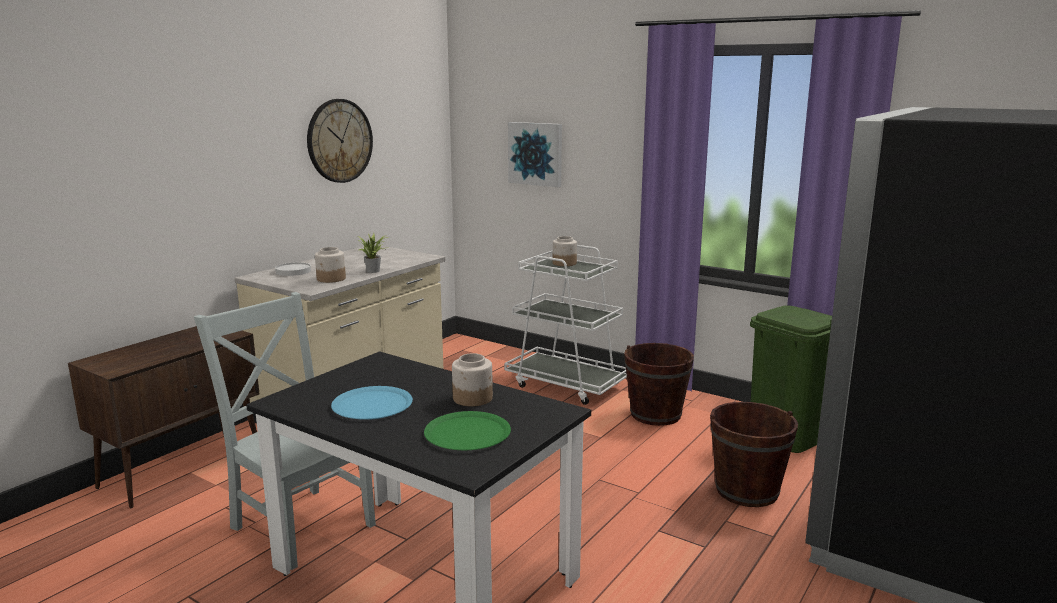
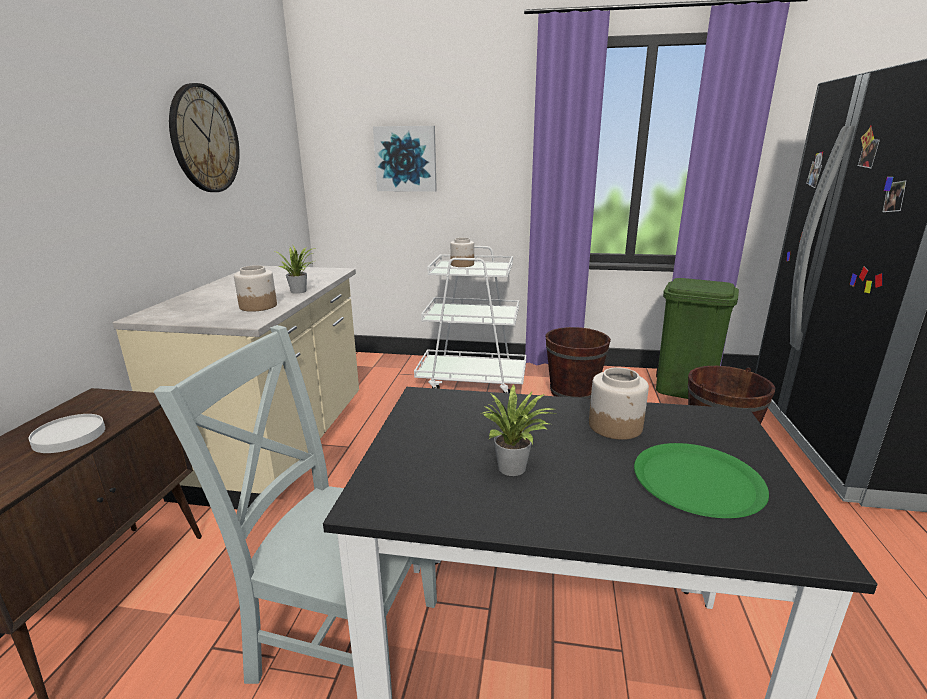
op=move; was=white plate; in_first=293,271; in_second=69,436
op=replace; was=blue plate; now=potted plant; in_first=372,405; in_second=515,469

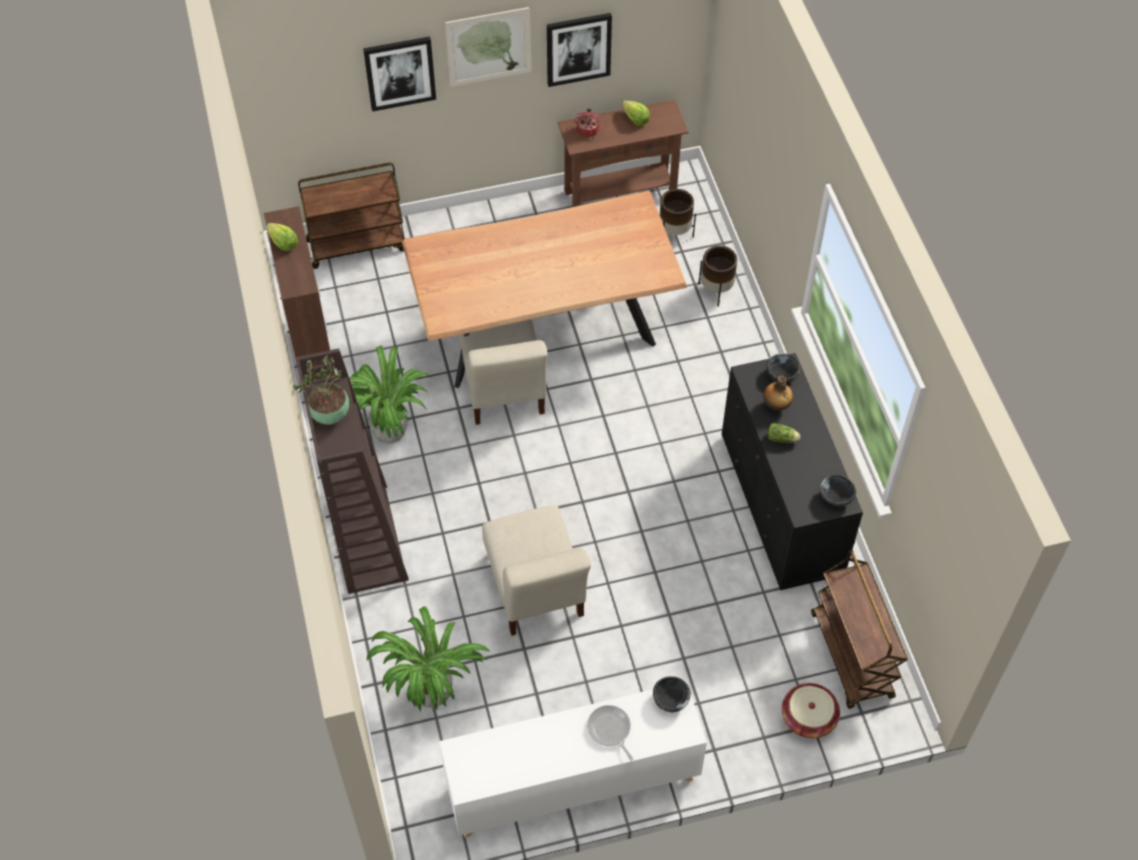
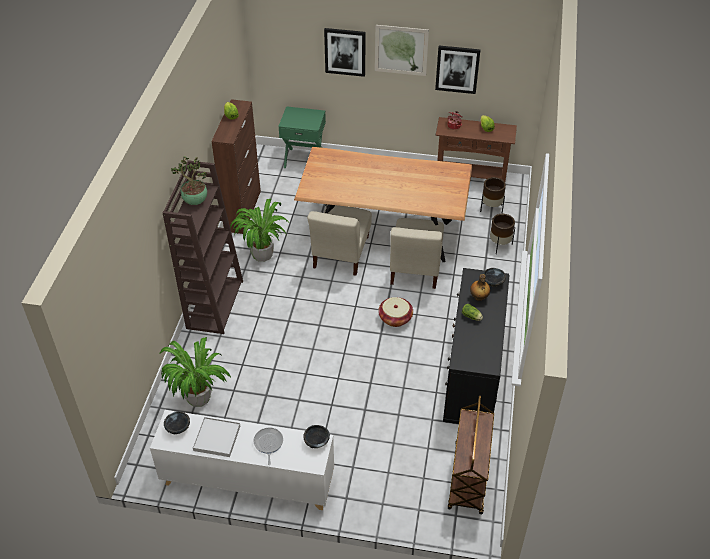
op=replace; was=brown cart; now=green nightstand; in_first=357,244; in_second=304,159
op=move; was=beige chair; in_first=535,590; in_second=415,268
op=move; was=basket; in_first=808,718; in_second=395,318
op=move; was=black bowl; in_first=836,497; in_second=178,428
op=insert; now=white tray; in_second=217,438

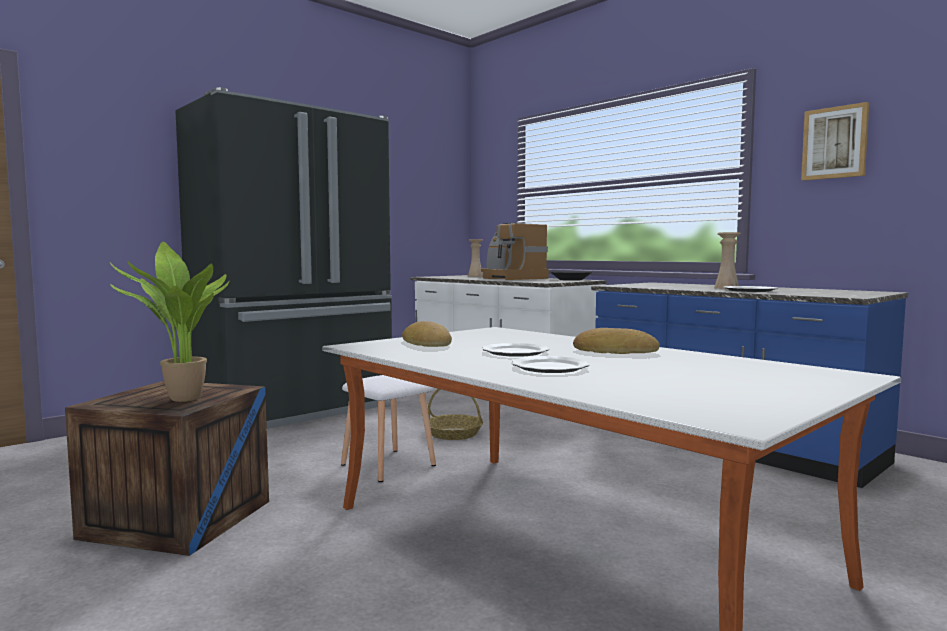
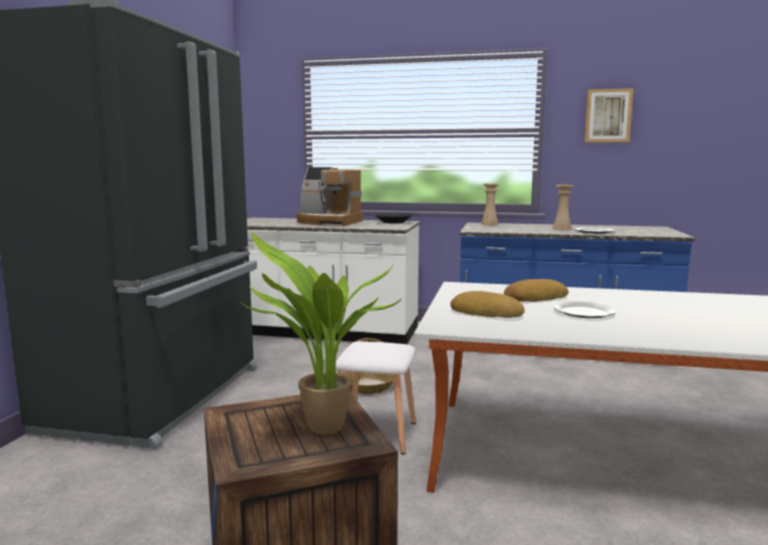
op=move; was=beige vase; in_first=475,276; in_second=489,224
op=delete; was=plate; in_first=549,367
op=move; was=bread; in_first=614,351; in_second=534,298

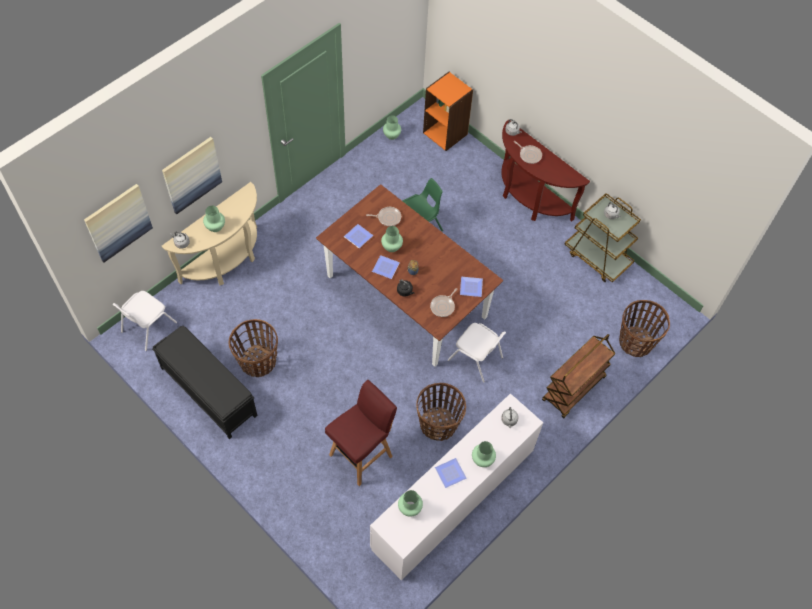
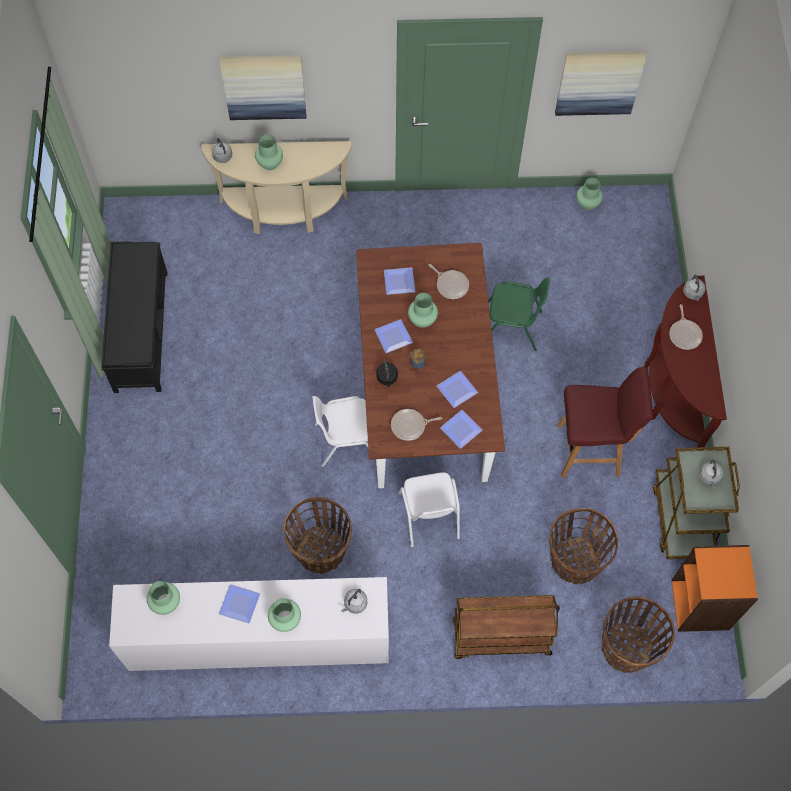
op=move; was=picture; in_first=118,222; in_second=599,82
op=move; was=white chair; in_first=147,327; in_second=345,440
op=move; was=basket; in_first=258,362; in_second=575,561
op=move; was=red stool; in_first=362,454; in_second=590,450
op=move; was=orange bookcase; in_first=445,133; in_second=701,605
op=insert; now=plate; in_second=456,391

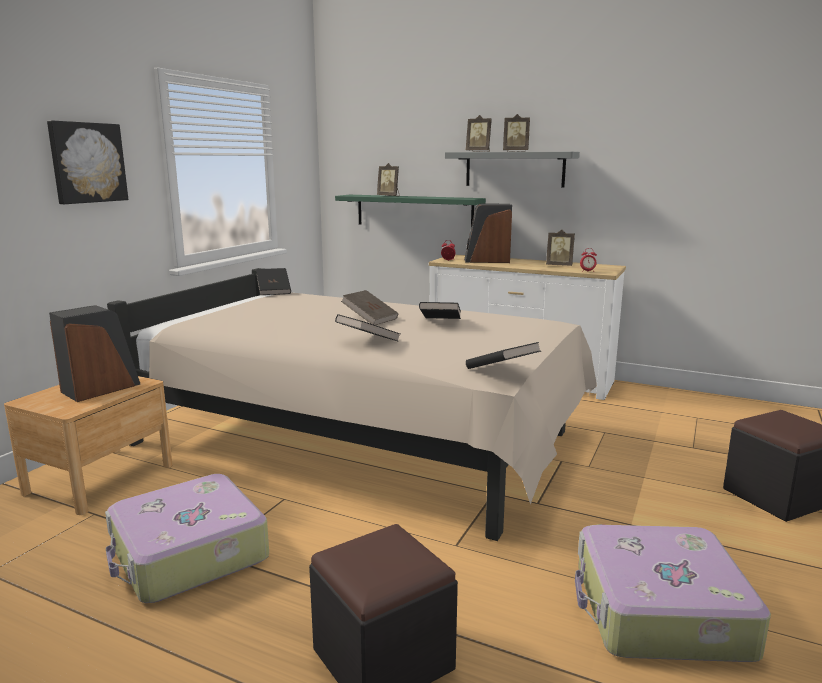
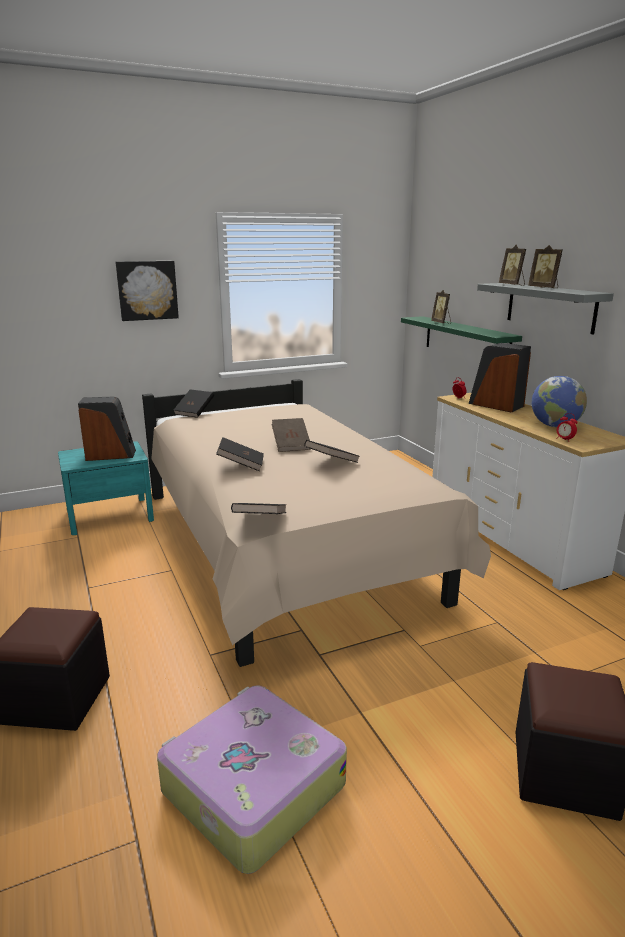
op=recolor; was=brown nightstand; now=turquoise nightstand; in_first=100,479; in_second=110,515
op=delete; was=suitcase; in_first=188,554
op=move; was=black book; in_first=274,291; in_second=194,412
op=replace; was=picture frame; now=globe; in_first=559,266; in_second=555,426

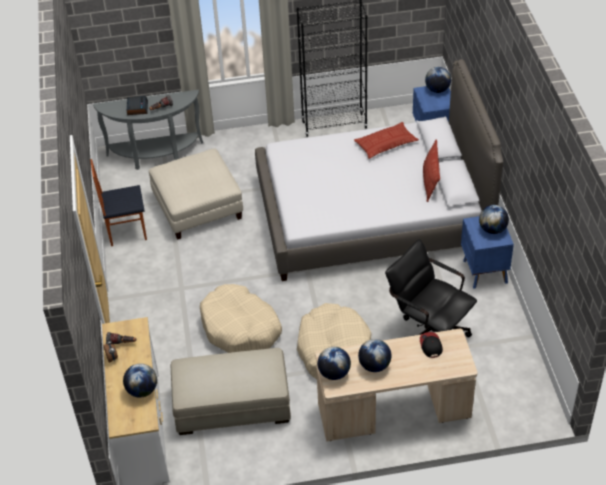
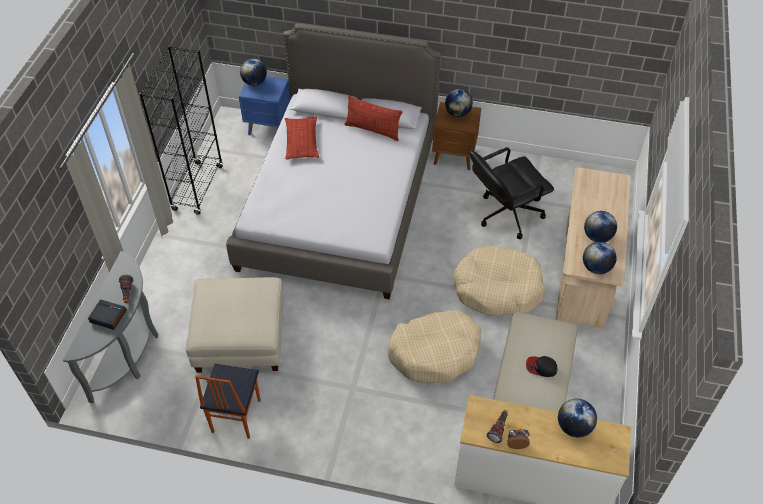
op=move; was=cap; in_first=430,345; in_second=541,367
op=recolor; was=blue nightstand; now=brown nightstand; in_first=484,272; in_second=455,157

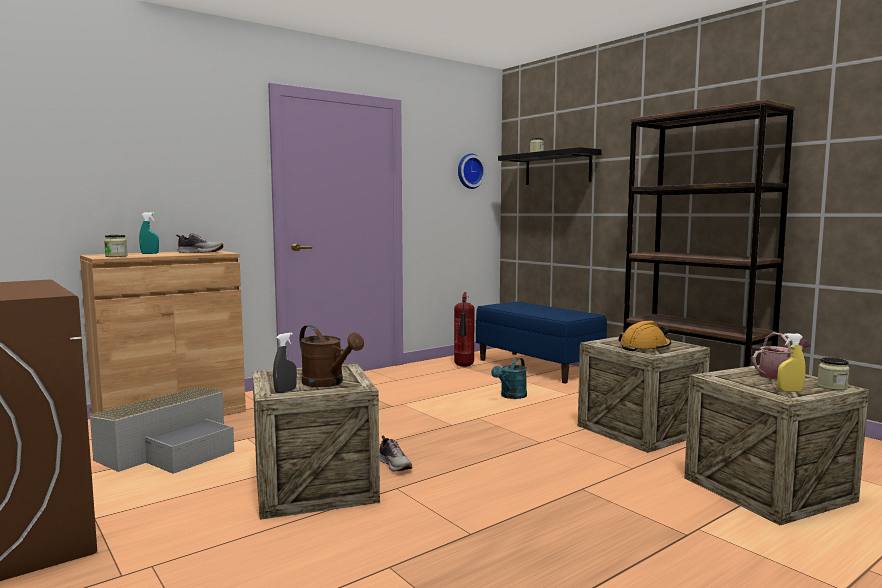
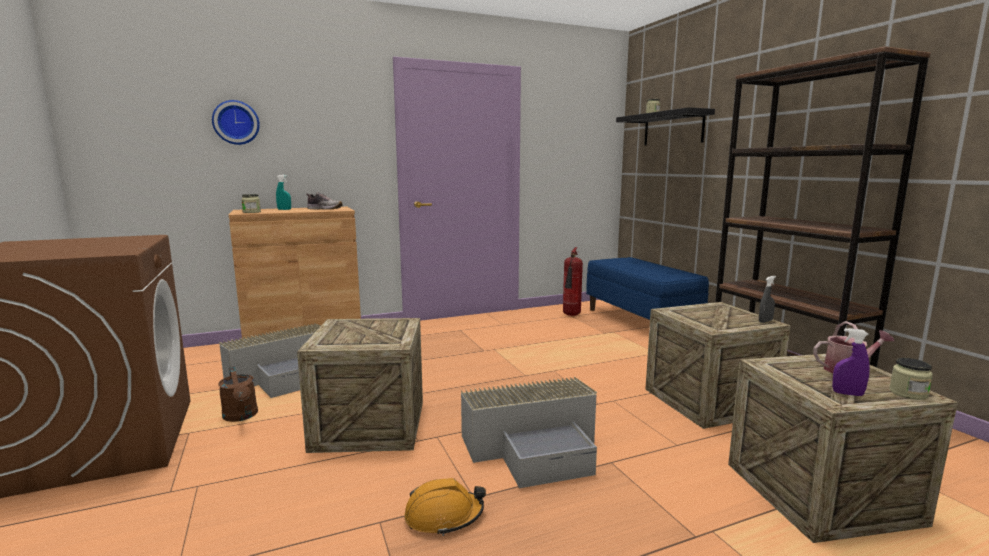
op=move; was=grey spray bottle; in_first=285,391; in_second=765,321
op=move; was=brown watering can; in_first=328,383; in_second=241,416
op=delete; was=shoe; in_first=395,465
op=move; was=wall clock; in_first=469,171; in_second=236,122
op=delete; was=turquoise watering can; in_first=511,396
op=move; was=orange hard hat; in_first=645,347; in_second=444,516
op=recolor; was=yellow spray bottle; now=purple spray bottle; in_first=790,391; in_second=847,393
op=insert; now=grey storage box; in_second=534,447

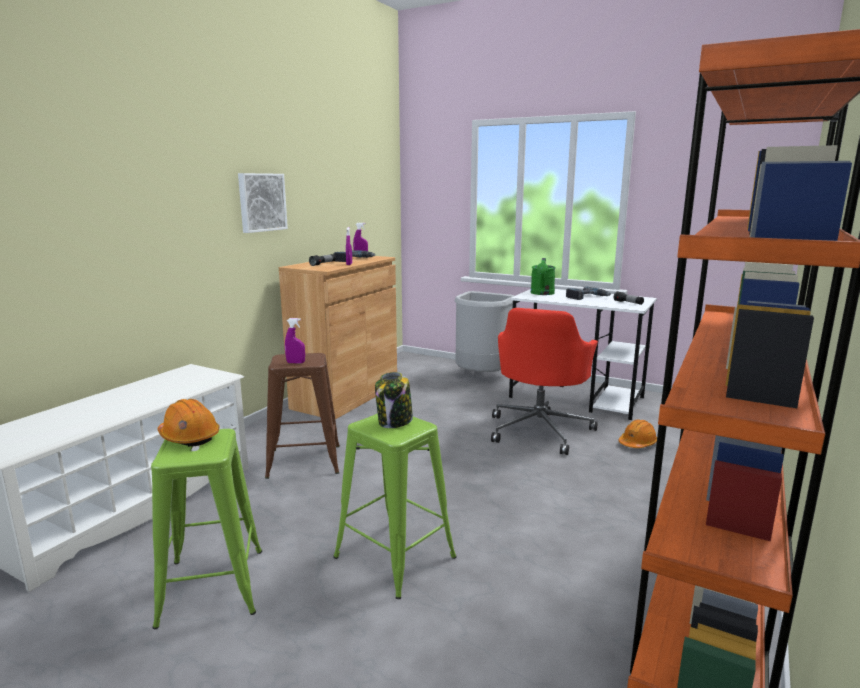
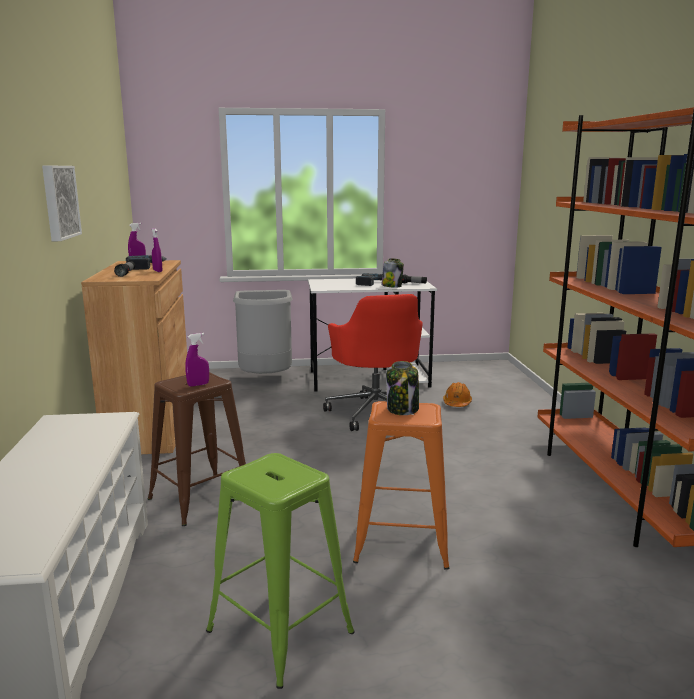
op=delete; was=orange hard hat; in_first=189,436
op=recolor; was=green stool; now=orange stool; in_first=394,556; in_second=401,542
op=delete; was=green watering can; in_first=542,293
op=insert; now=jar; in_second=392,286

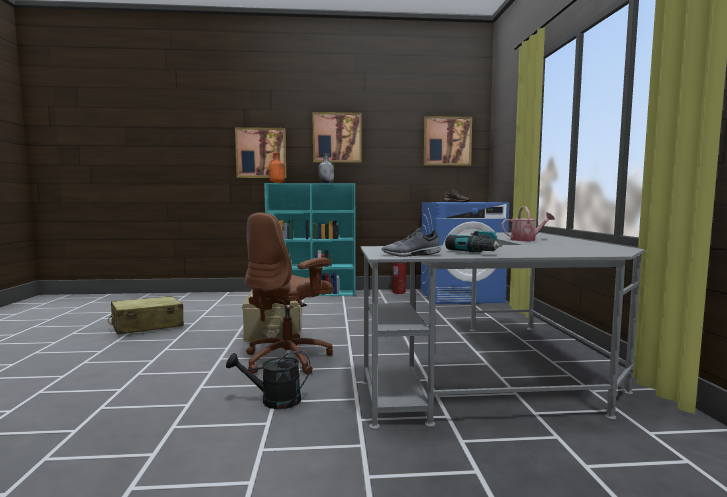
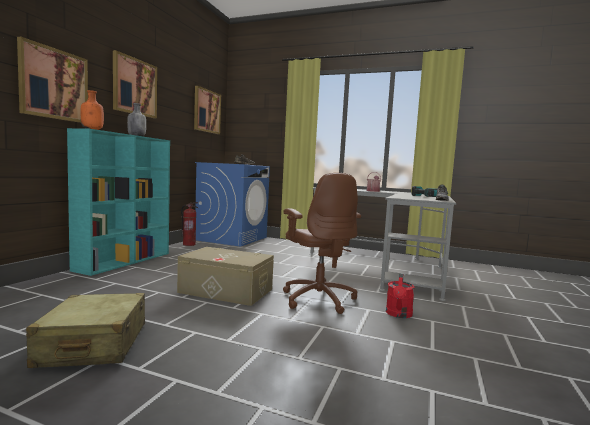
op=recolor; was=black watering can; now=red watering can; in_first=273,401; in_second=398,314

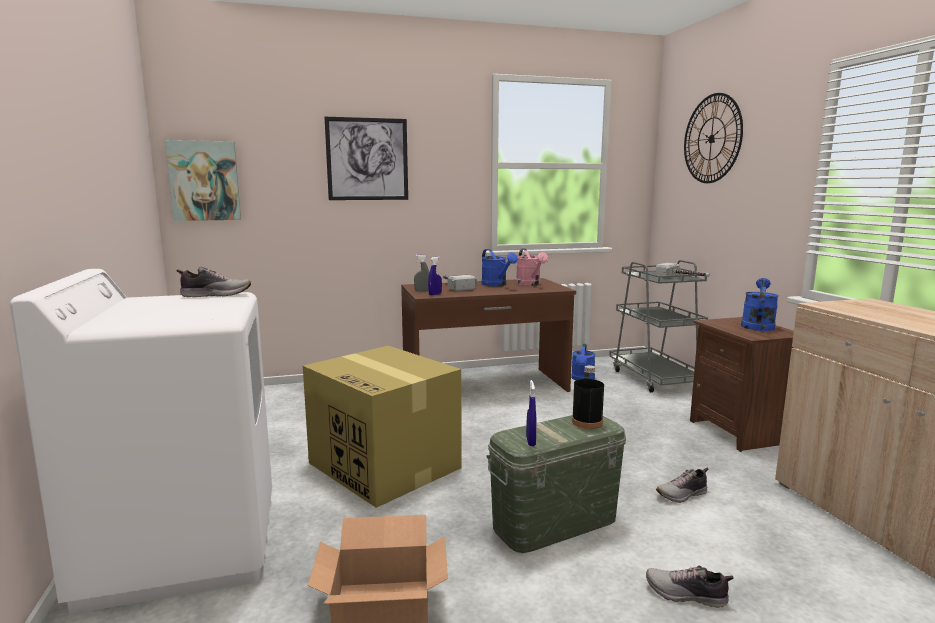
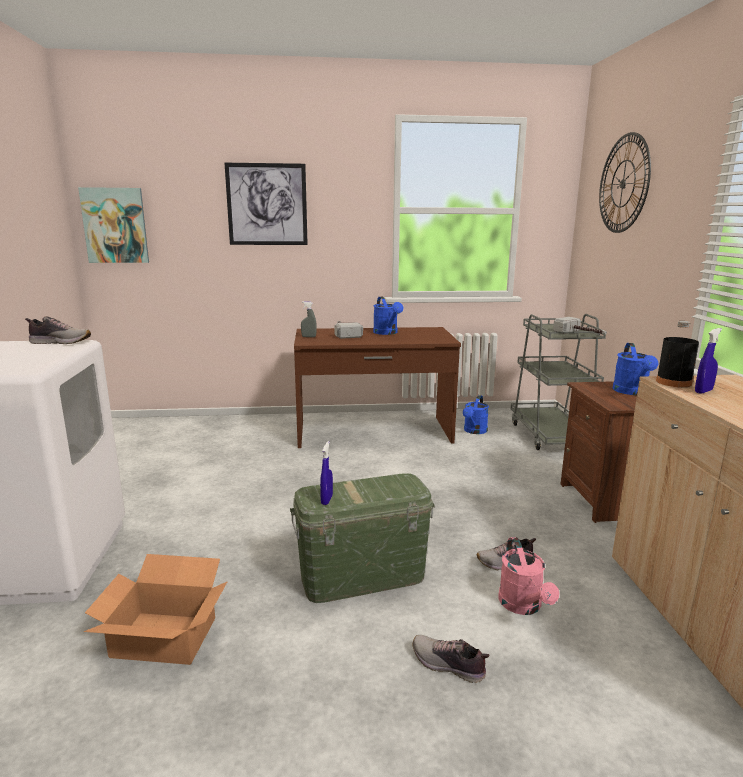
op=delete; was=cardboard box; in_first=386,466
op=move; was=blue spray bottle; in_first=435,294; in_second=703,391
op=move; was=pink watering can; in_first=530,284; in_second=523,606
op=move; was=black bottle; in_first=587,422; in_second=673,382
op=rotate; was=blue watering can; in_first=757,325; in_second=632,392; clockwise=150

